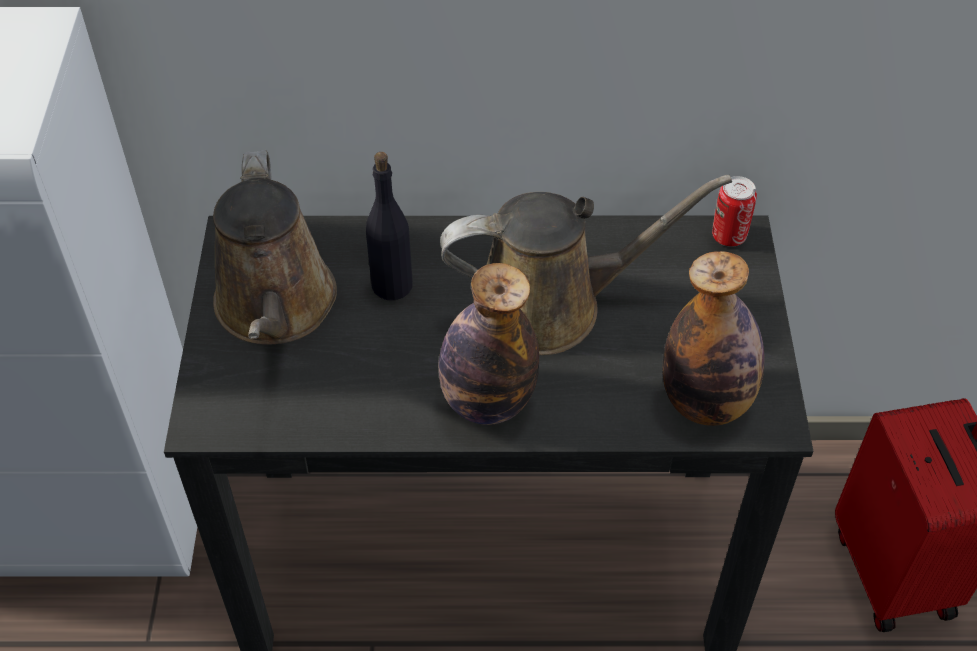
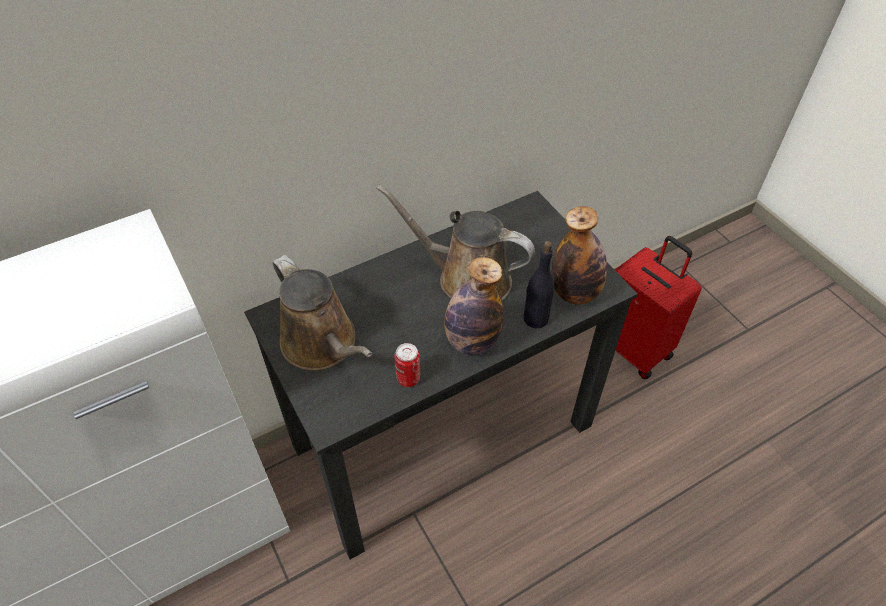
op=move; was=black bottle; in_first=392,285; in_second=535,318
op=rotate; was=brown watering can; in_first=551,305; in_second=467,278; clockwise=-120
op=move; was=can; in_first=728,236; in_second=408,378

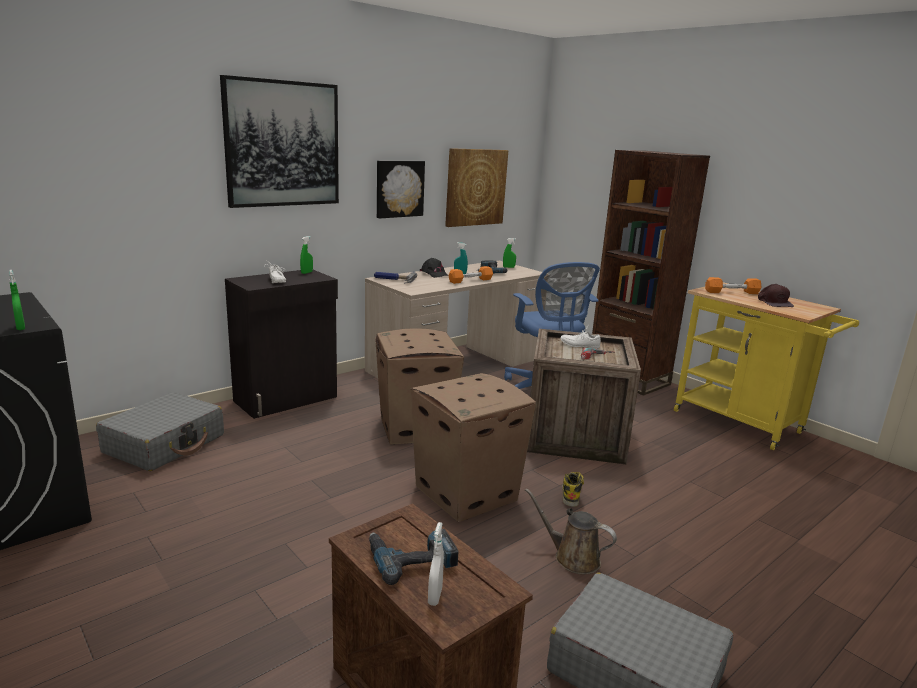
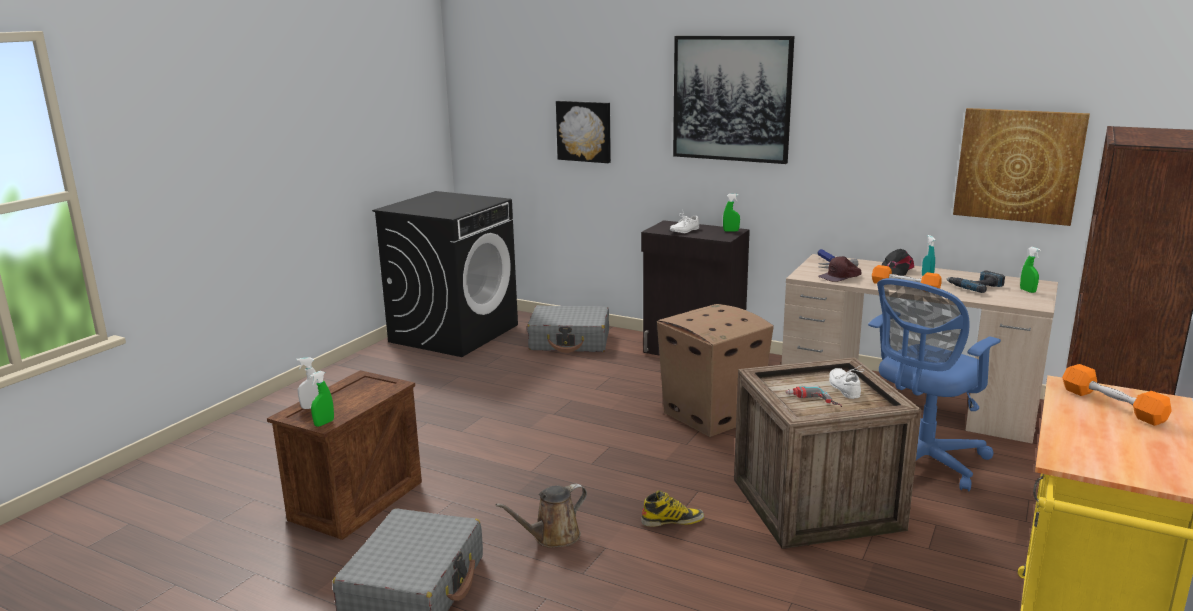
op=move; was=green spray bottle; in_first=20,328; in_second=324,423
op=delete; was=power drill; in_first=411,558
op=move; was=picture; in_first=399,188; in_second=584,131
op=delete; was=cardboard box; in_first=467,493
op=rotate; was=brown watering can; in_first=572,558; in_second=552,537; clockwise=-135
op=move; was=brown cap; in_first=774,302; in_second=840,276

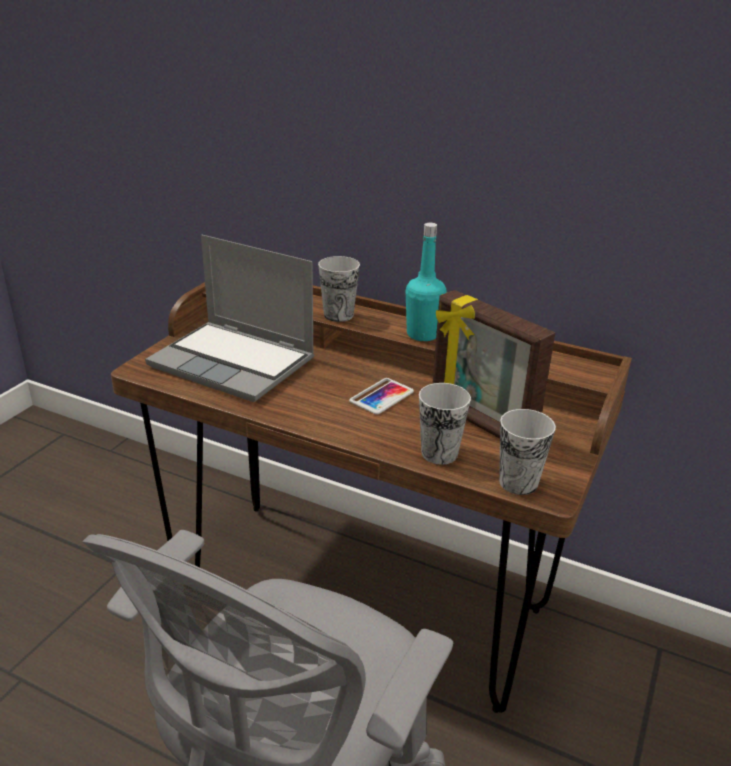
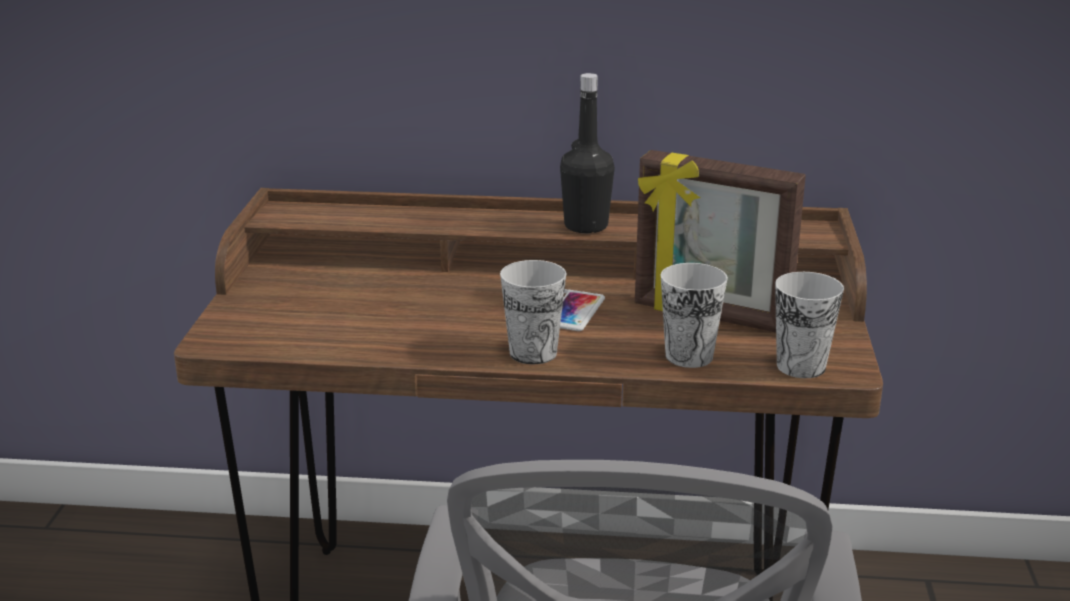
op=delete; was=laptop; in_first=235,363
op=move; was=cup; in_first=338,315; in_second=533,353
op=recolor; was=turquoise bottle; now=black bottle; in_first=422,334; in_second=586,226

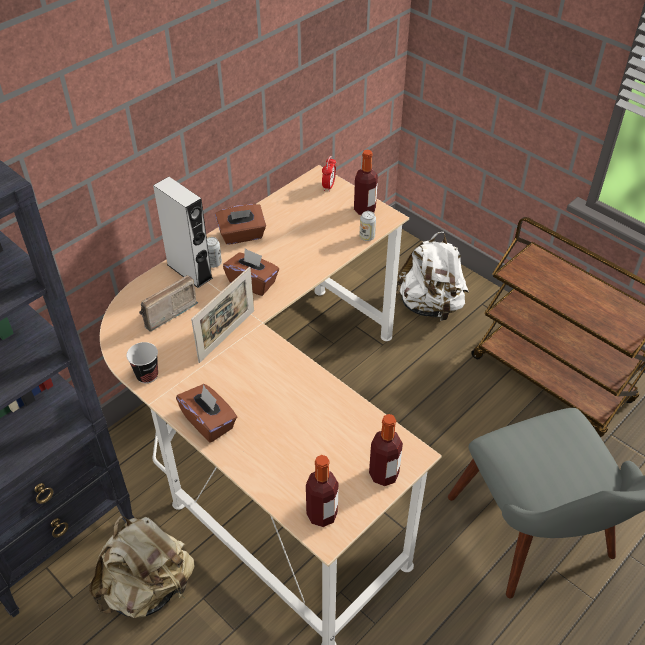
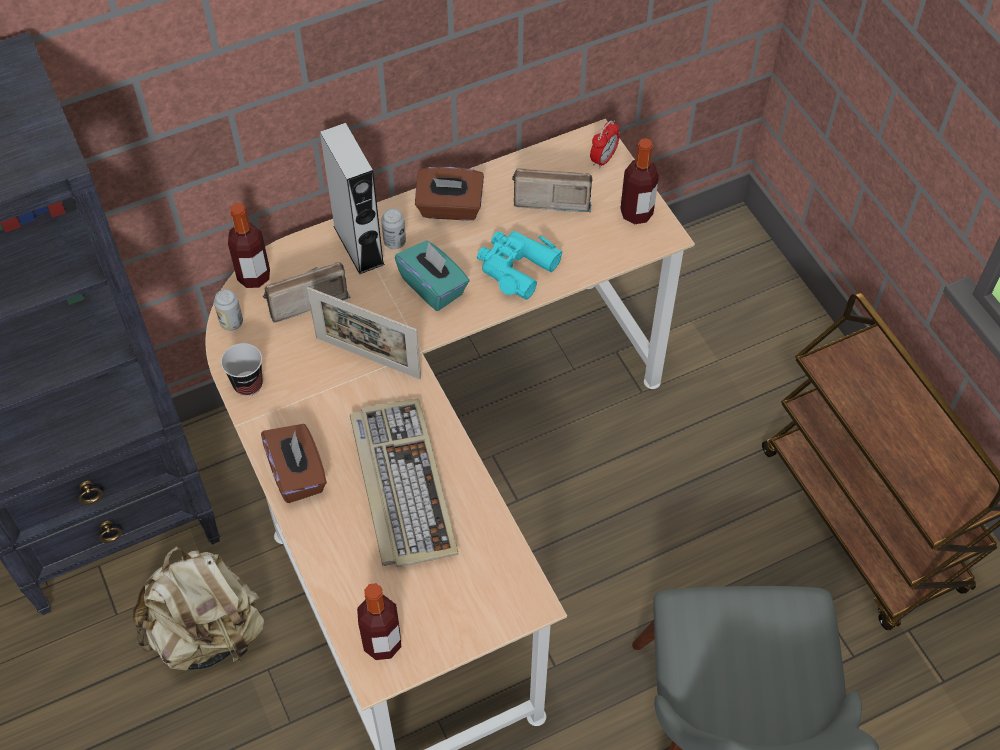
op=rotate; was=picture frame; in_first=227,336; in_second=368,358; clockwise=60
op=recolor; was=brown tissue box; now=turquoise tissue box; in_first=252,282; in_second=433,287
op=move; was=can; in_first=367,237; in_second=231,322
op=move; was=bottle; in_first=383,474; in_second=254,276
op=delete; was=white backpack; in_first=430,306
op=insert; now=keyboard; in_second=400,484
op=insert; now=turquoise binoculars; in_second=515,267
op=insert; now=radio; in_second=550,197

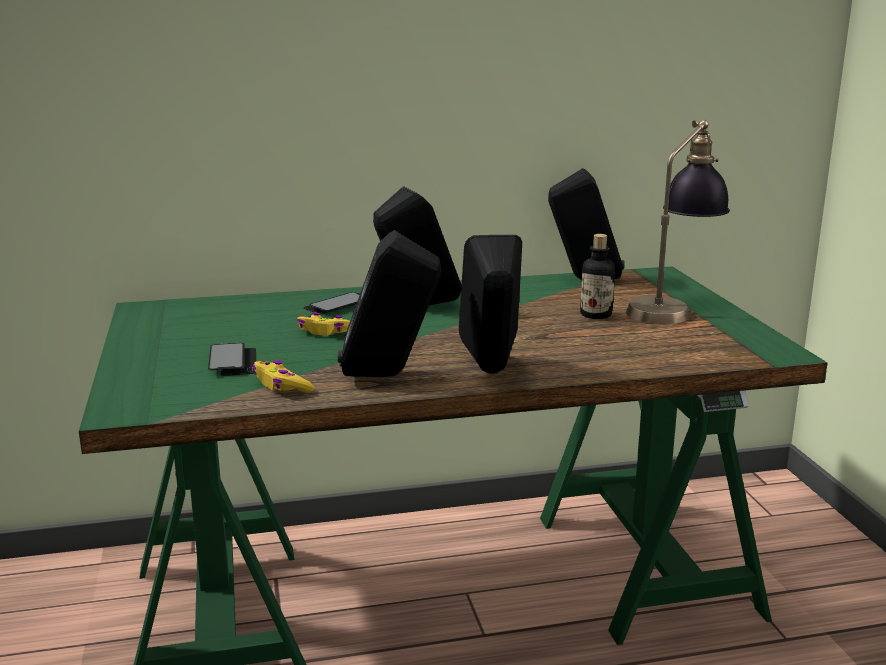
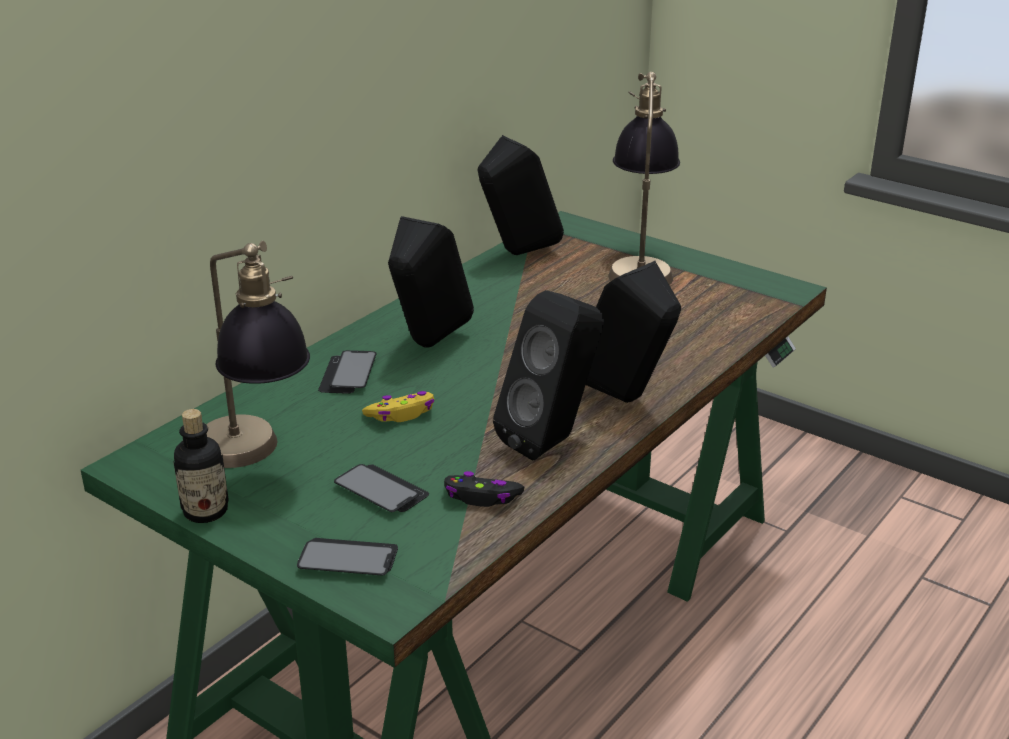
op=recolor; was=yellow game controller; now=black game controller; in_first=281,385; in_second=482,497
op=move; was=bottle; in_first=595,315; in_second=205,511
op=insert; now=table lamp; in_second=256,460
op=insert; now=phone; in_second=348,559

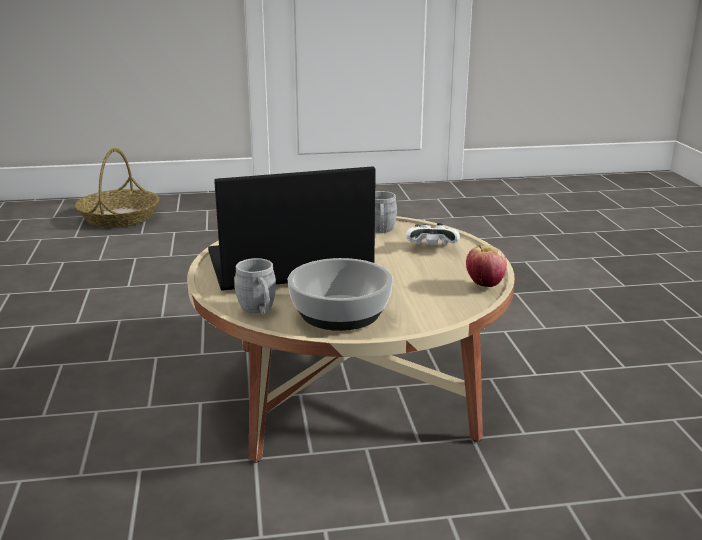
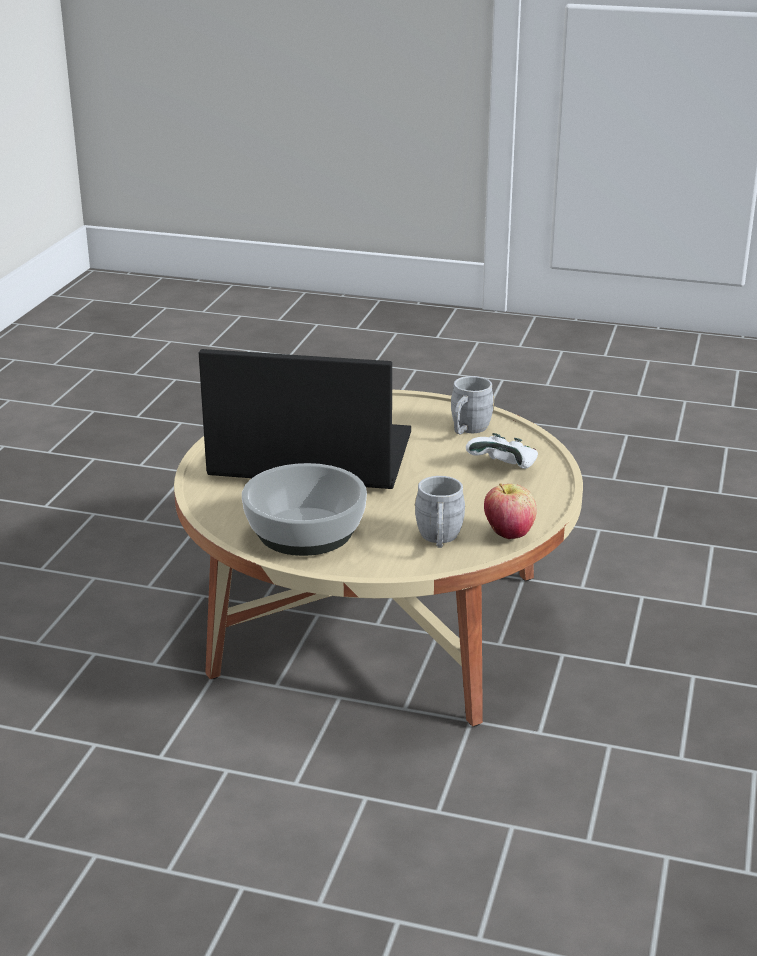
op=delete; was=basket; in_first=119,217
op=move; was=grey mug; in_first=259,310; in_second=439,540

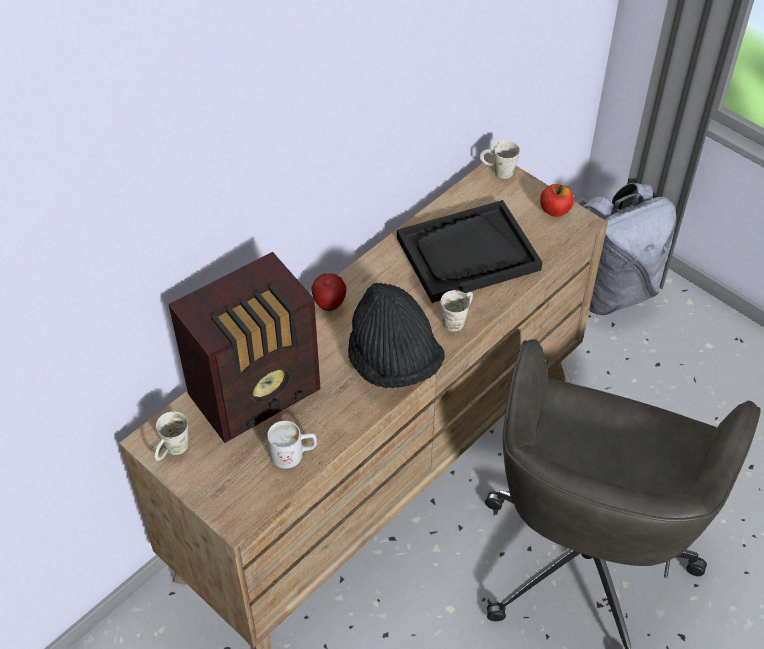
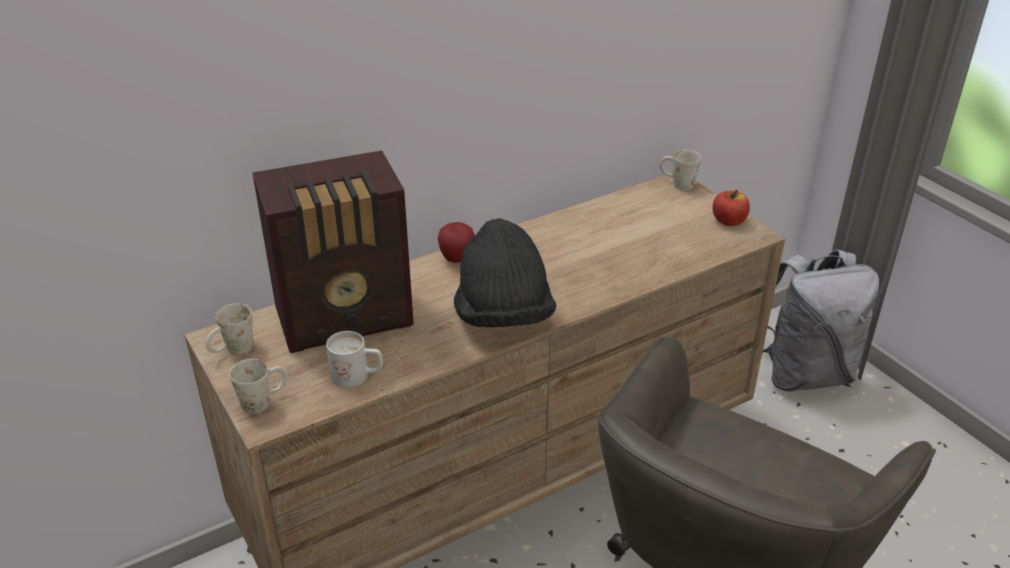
op=delete; was=black tray; in_first=467,254
op=move; was=white mug; in_first=457,319; in_second=264,400

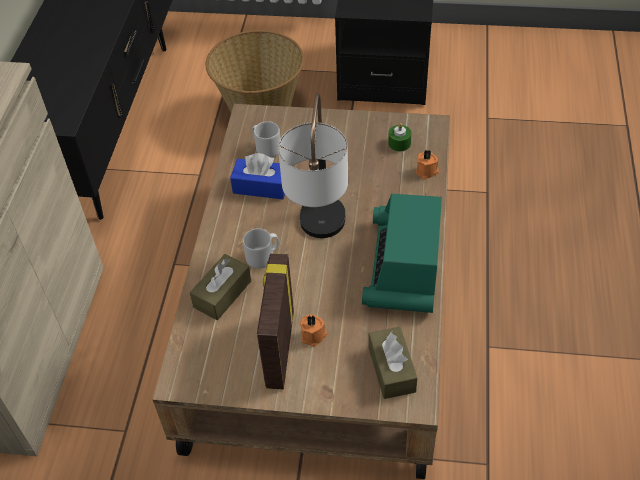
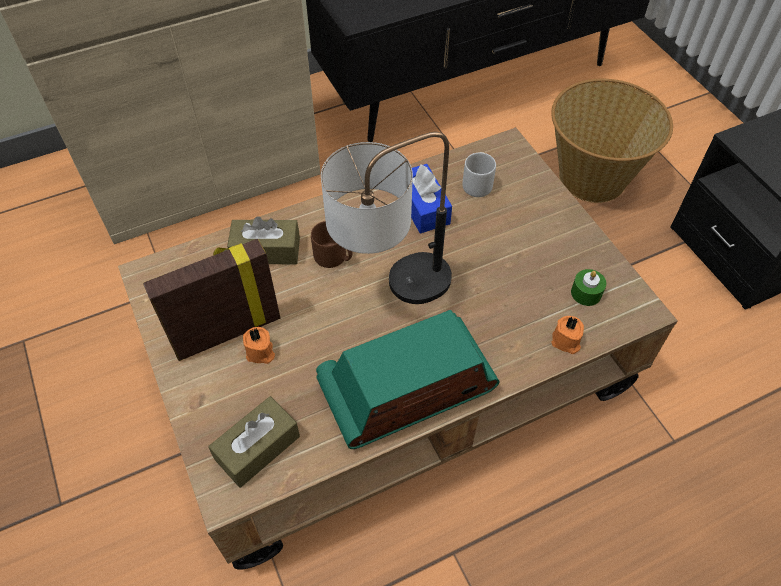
op=recolor; was=grey mug; now=brown mug; in_first=263,256; in_second=333,257

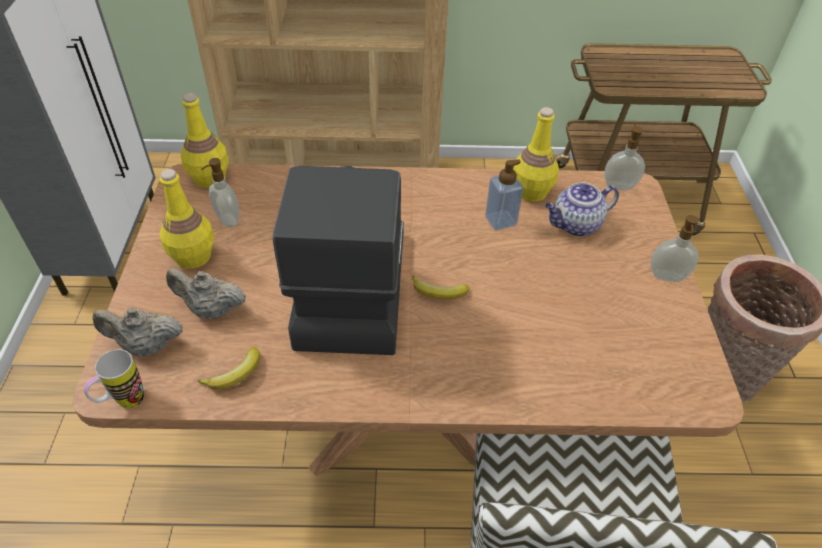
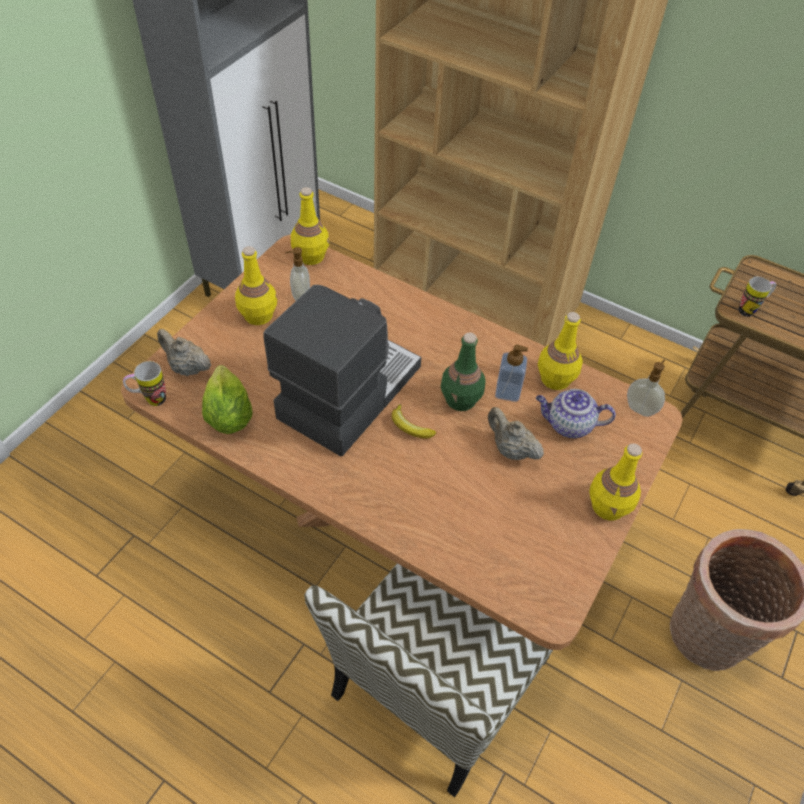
op=move; was=beige teapot; in_first=211,309; in_second=510,449
op=replace; was=banana; now=lettuce; in_first=235,374; in_second=228,416
op=replace; was=soap dispenser; now=yellow bottle; in_first=667,277; in_second=609,506
op=insert; now=green bottle; in_second=461,399
op=insert; now=mug; in_second=750,310

